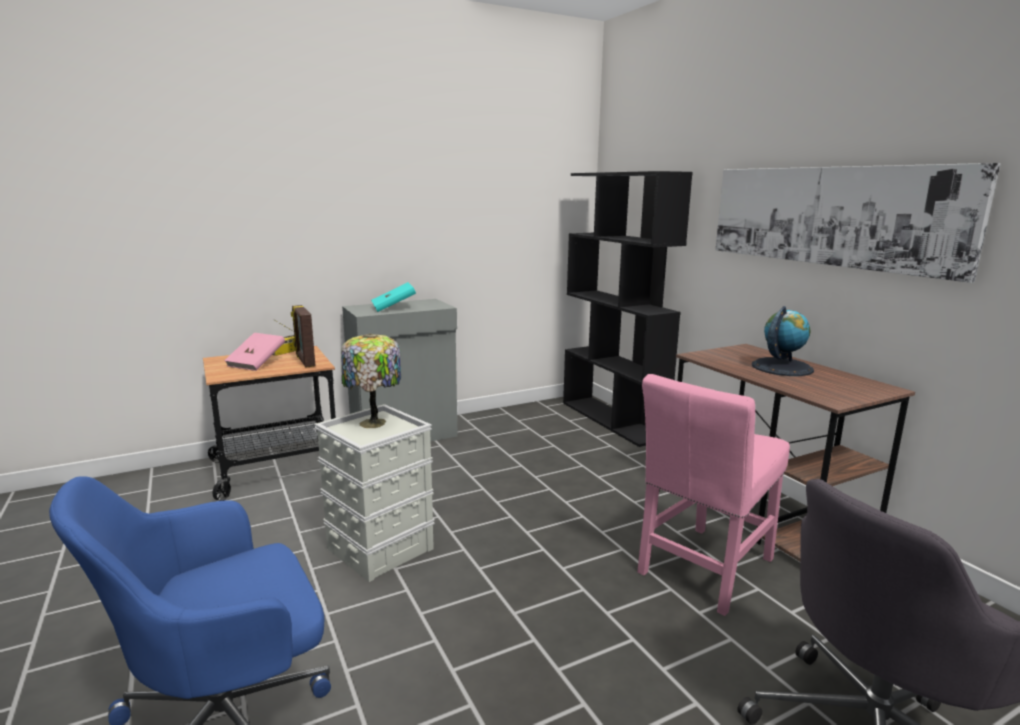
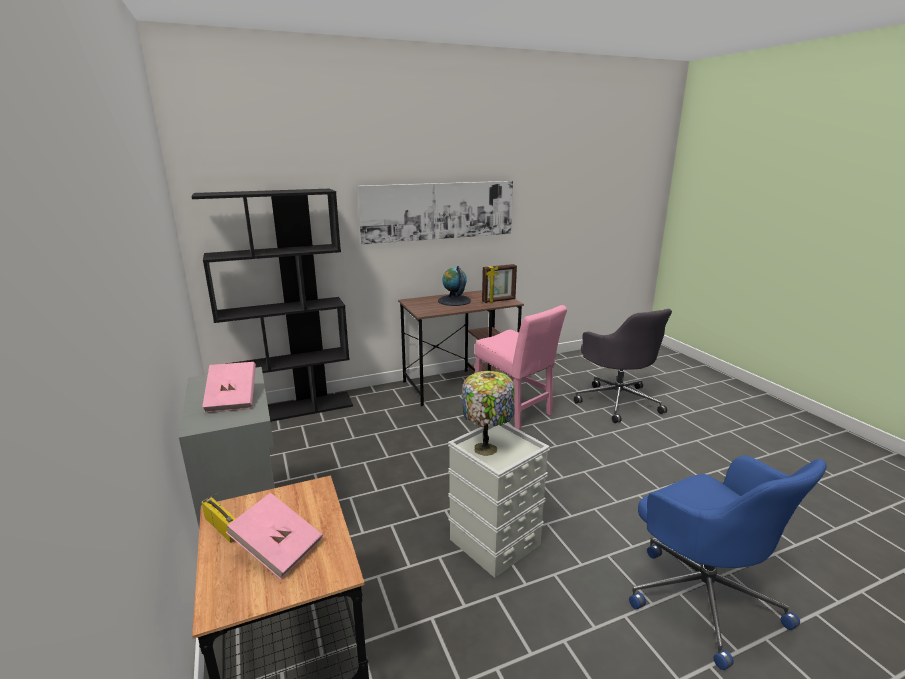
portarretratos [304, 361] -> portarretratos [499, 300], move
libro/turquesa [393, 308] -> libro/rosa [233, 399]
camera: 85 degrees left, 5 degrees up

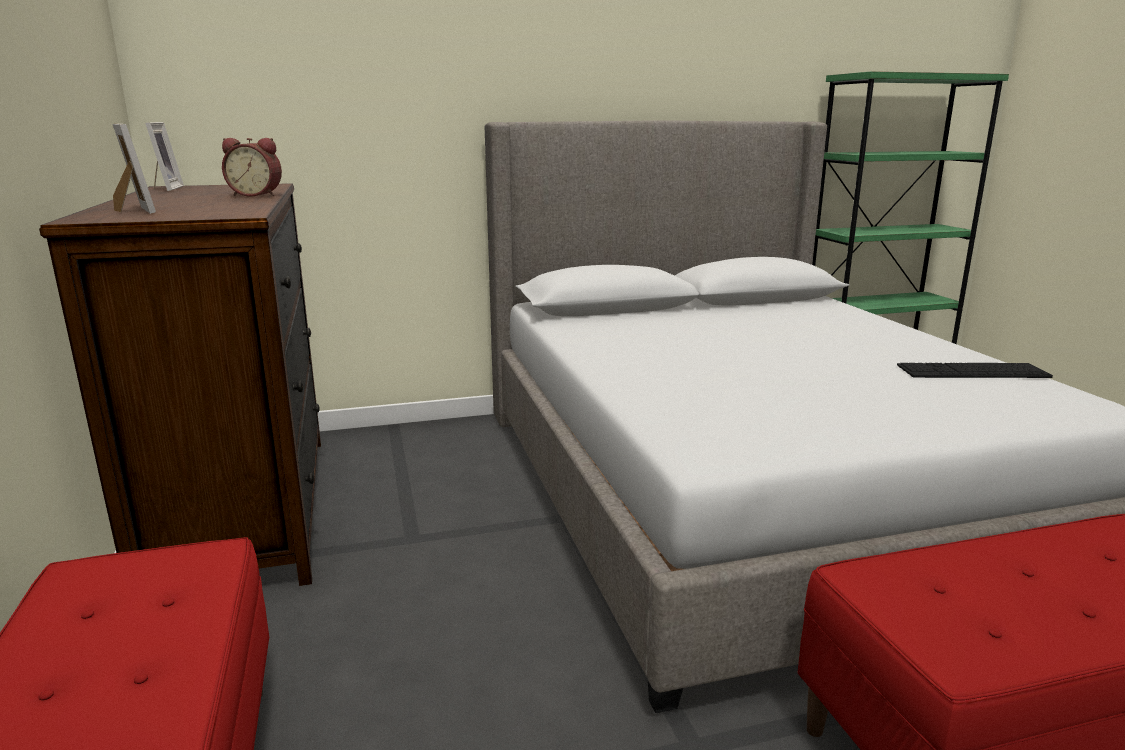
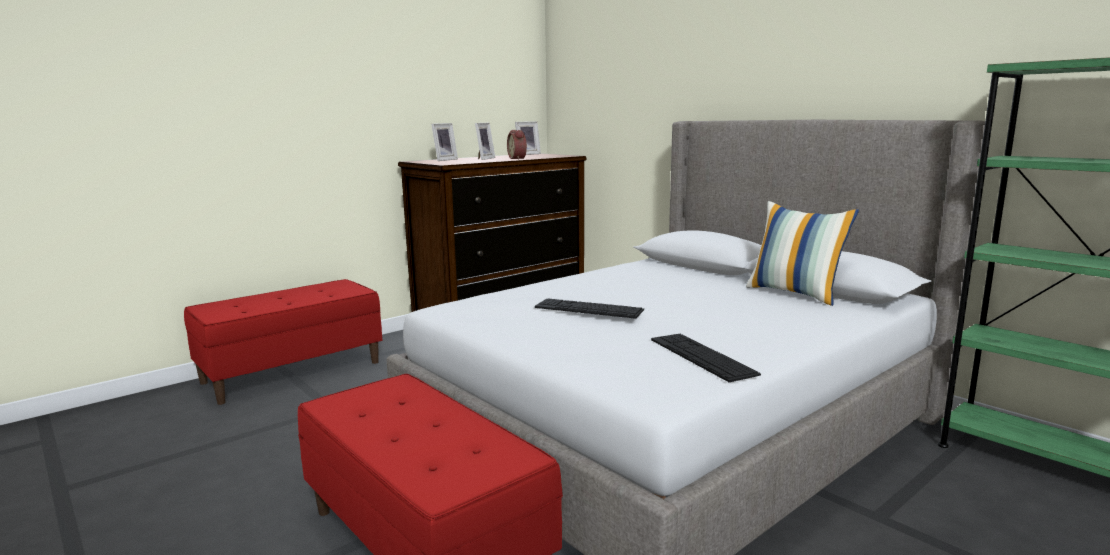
none -> portarretratos [483, 159]
none -> teclado [588, 309]
none -> cojín [795, 293]
camera: 65 degrees right, 5 degrees down

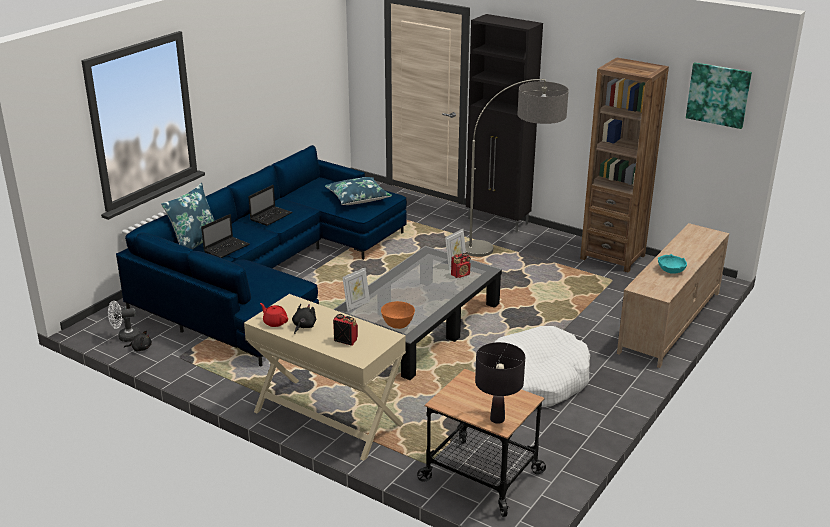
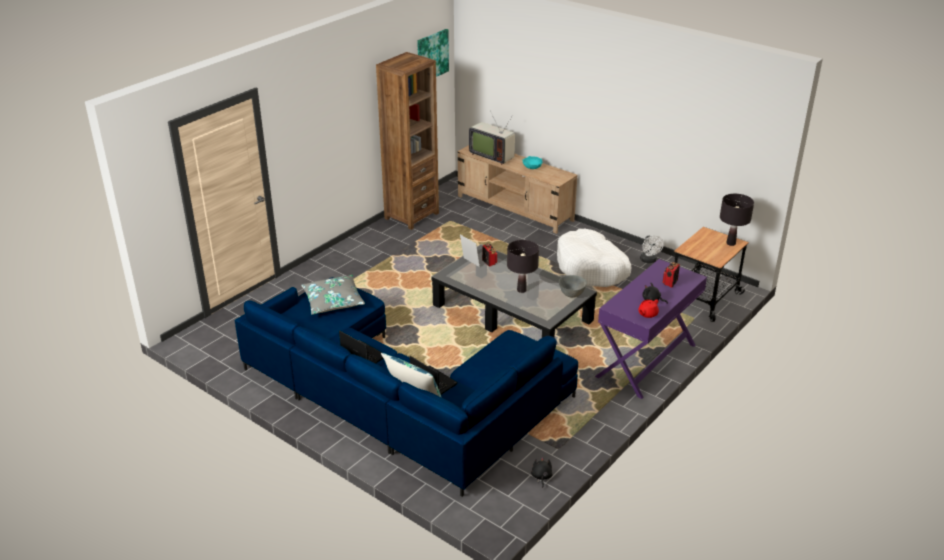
ventilador/blanco [125, 337] -> ventilador/blanco [649, 261], move
mesa consola/beis [327, 418] -> mesa consola/morado [646, 361]
cojín/azul [358, 198] -> cojín/gris [333, 301]
portarretratos [356, 305] -> none
cuenco/naranja [398, 325] -> cuenco/gris [571, 294]
lámpara de pie [515, 249] -> none
armario/negro [498, 221] -> none
none -> televisor [492, 155]
none -> lámpara de mesa/negro [521, 290]
camera: 85 degrees left, 5 degrees up

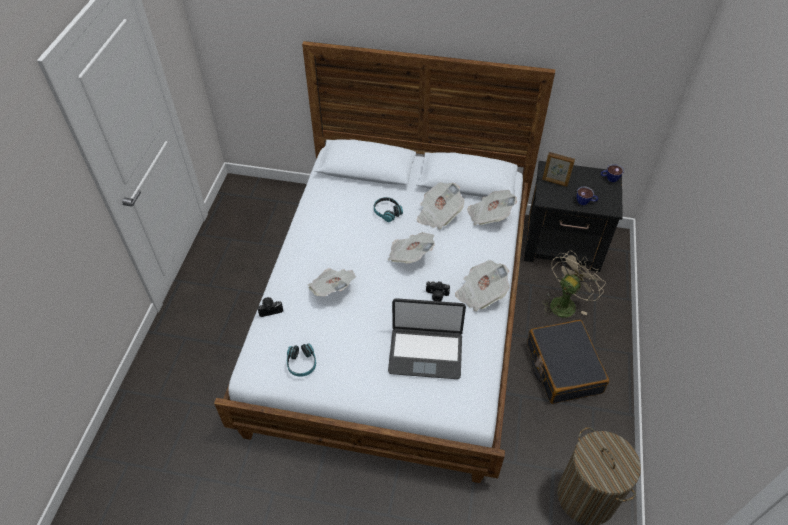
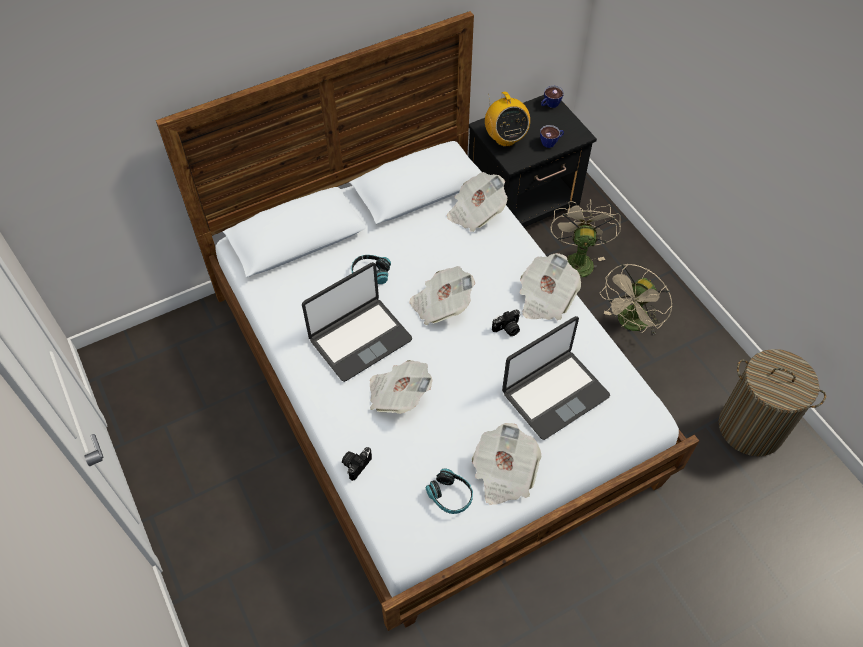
periódico [438, 214] -> periódico [503, 473], move
maleta/negro [563, 367] -> ventilador/beis [630, 324]
portarretratos [555, 182] -> radio [505, 138]
none -> portátil [359, 339]
camera: 40 degrees left, 5 degrees up

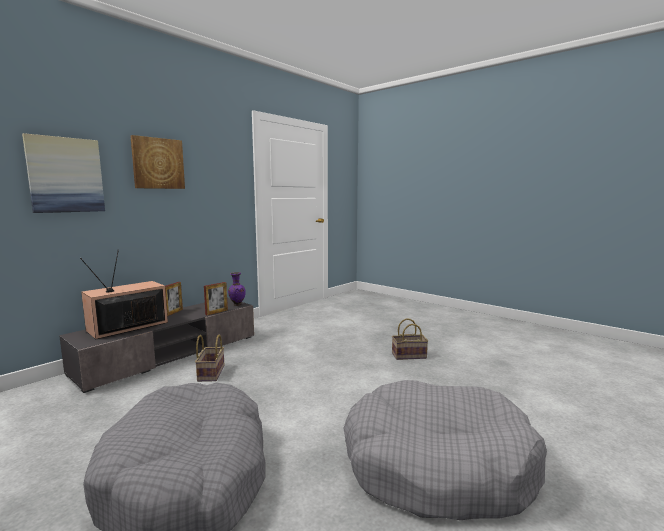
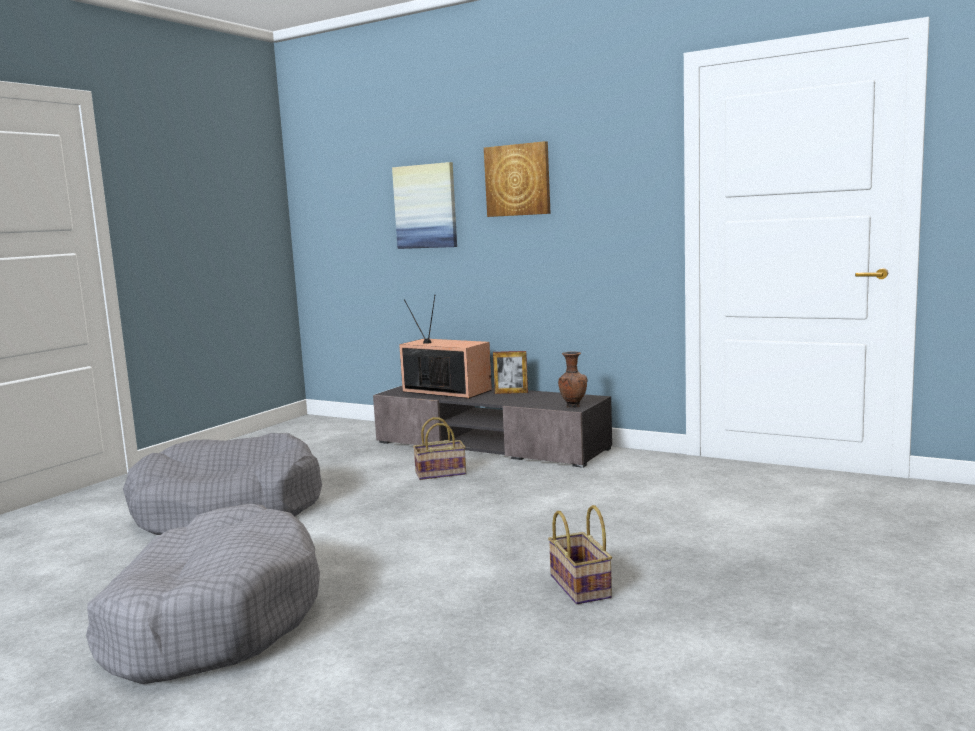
portarretratos [216, 312] -> none
florero/morado [237, 305] -> florero/marrón [573, 406]
camera: 80 degrees right, 0 degrees up

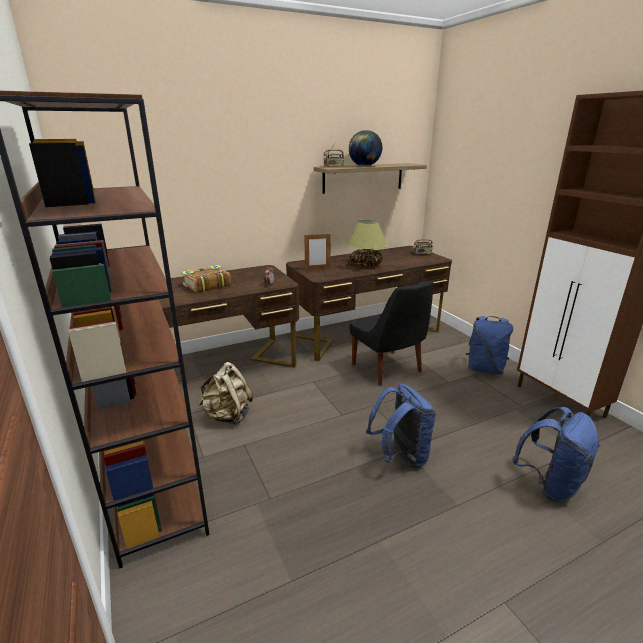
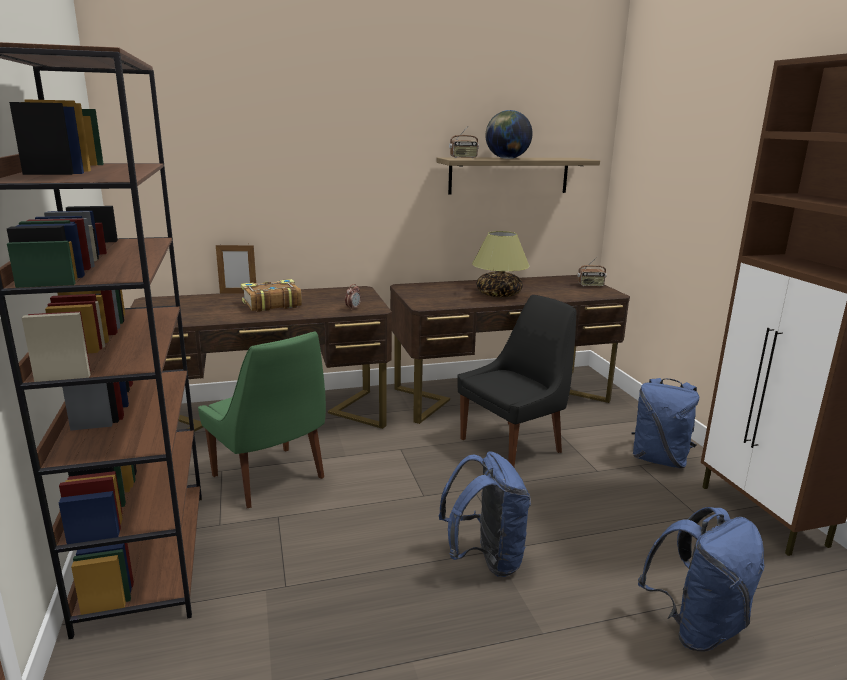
mochila/beis [228, 416] -> silla/verde [270, 479]
portarretratos [317, 268] -> portarretratos [238, 293], move
silla/negro [388, 369] -> silla/negro [513, 444], 105 degrees counterclockwise
camera: 10 degrees right, 5 degrees down

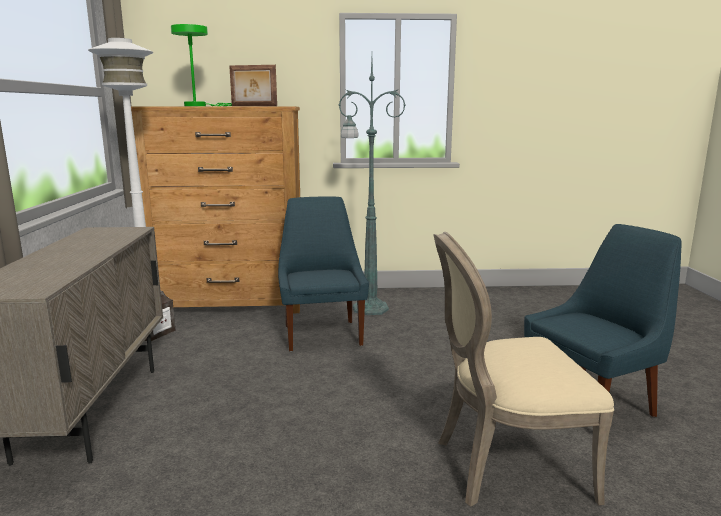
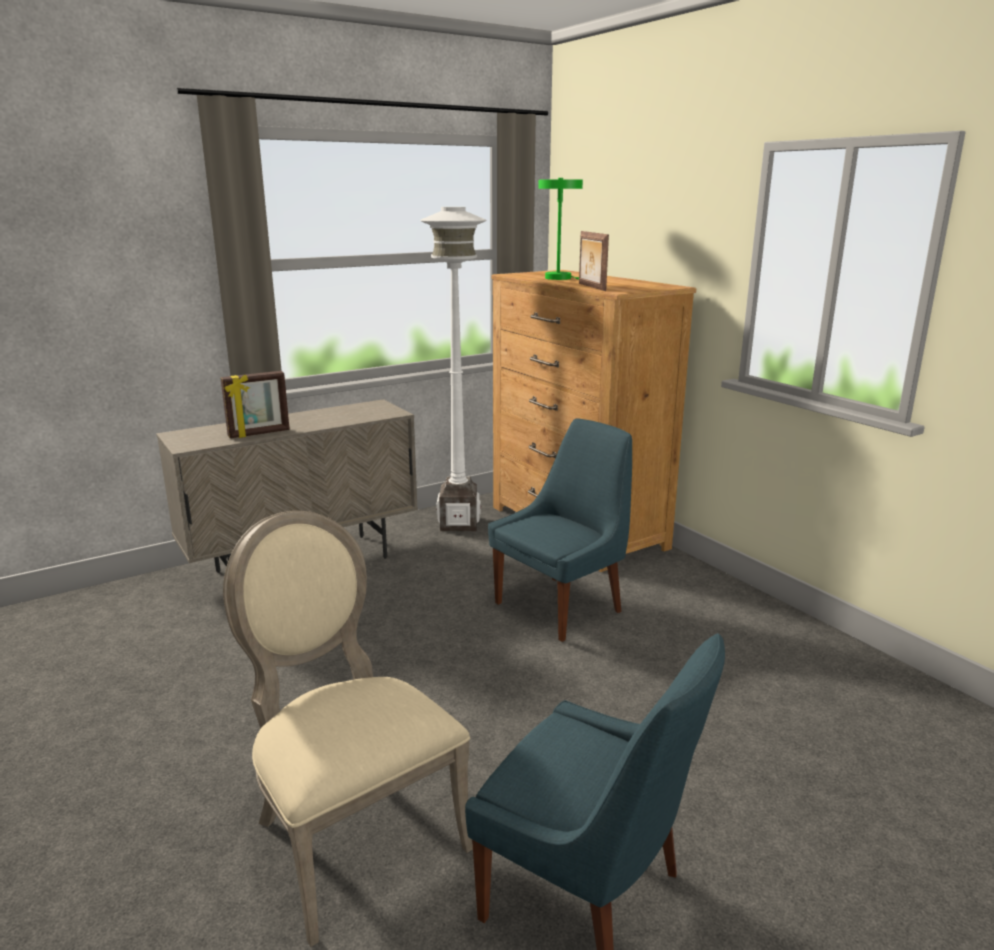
lámpara de pie/verde [368, 308] -> none
none -> portarretratos [259, 434]
camera: 60 degrees right, 5 degrees up

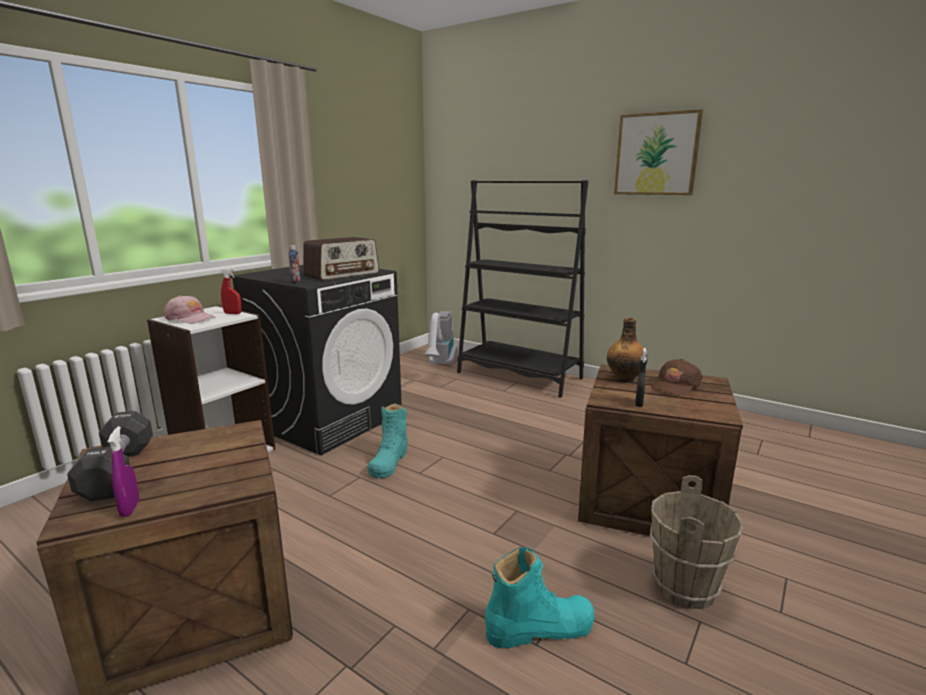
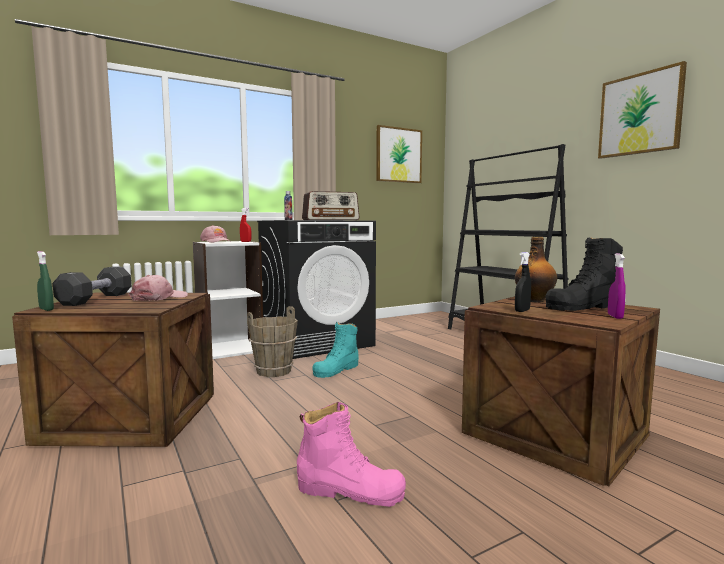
pulverizador/morado [130, 508] -> pulverizador/morado [615, 316], move
aspiradora [441, 365] -> none
bota/turquesa [539, 628] -> bota/rosa [350, 491]
cubo/marrón [685, 588] -> cubo/marrón [274, 371], move
gorra/marrón [675, 386] -> bota/negro [583, 307]
none -> pulverizador/verde [46, 309]
none -> gorra/rosa [159, 298]
none -> cuadro [398, 155]
camera: 25 degrees right, 10 degrees down

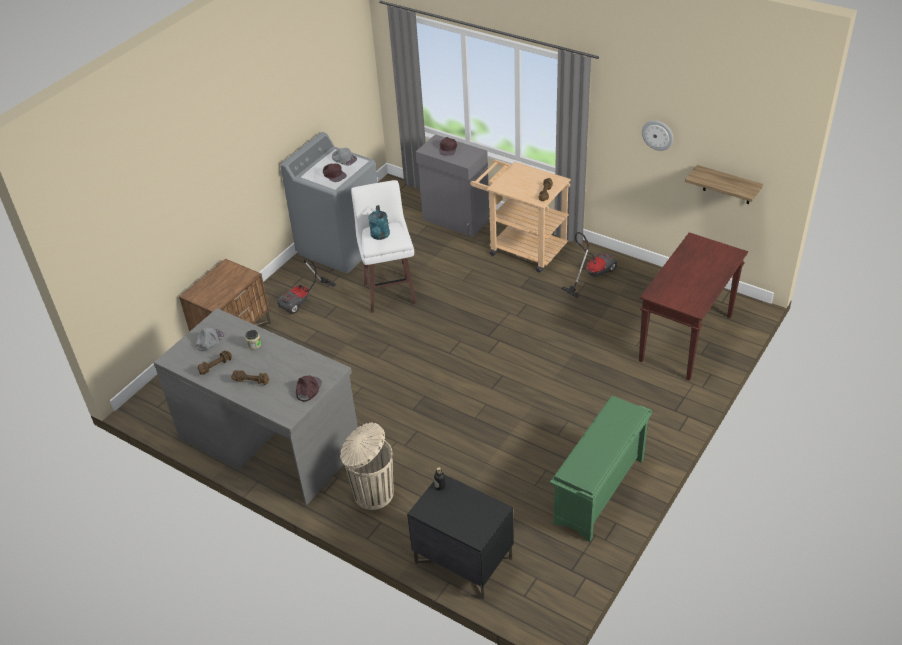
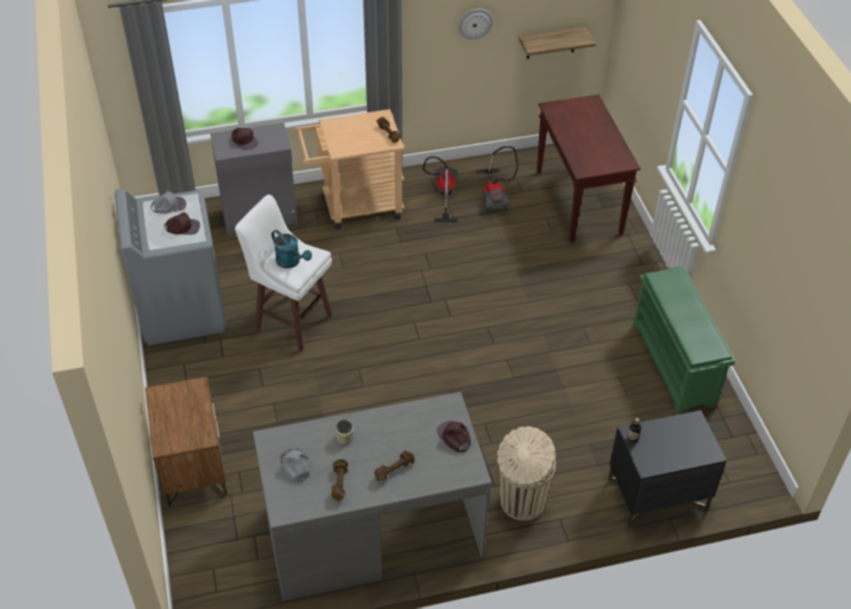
aspiradora [304, 300] -> aspiradora [495, 196], move
camera: 50 degrees left, 5 degrees up

